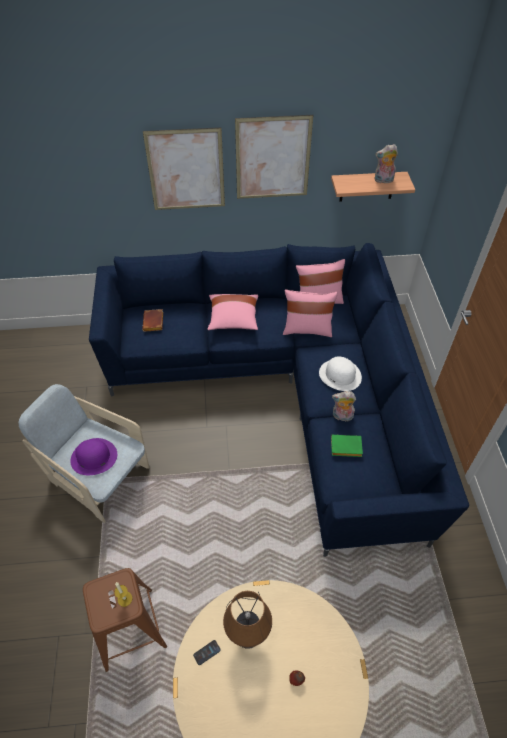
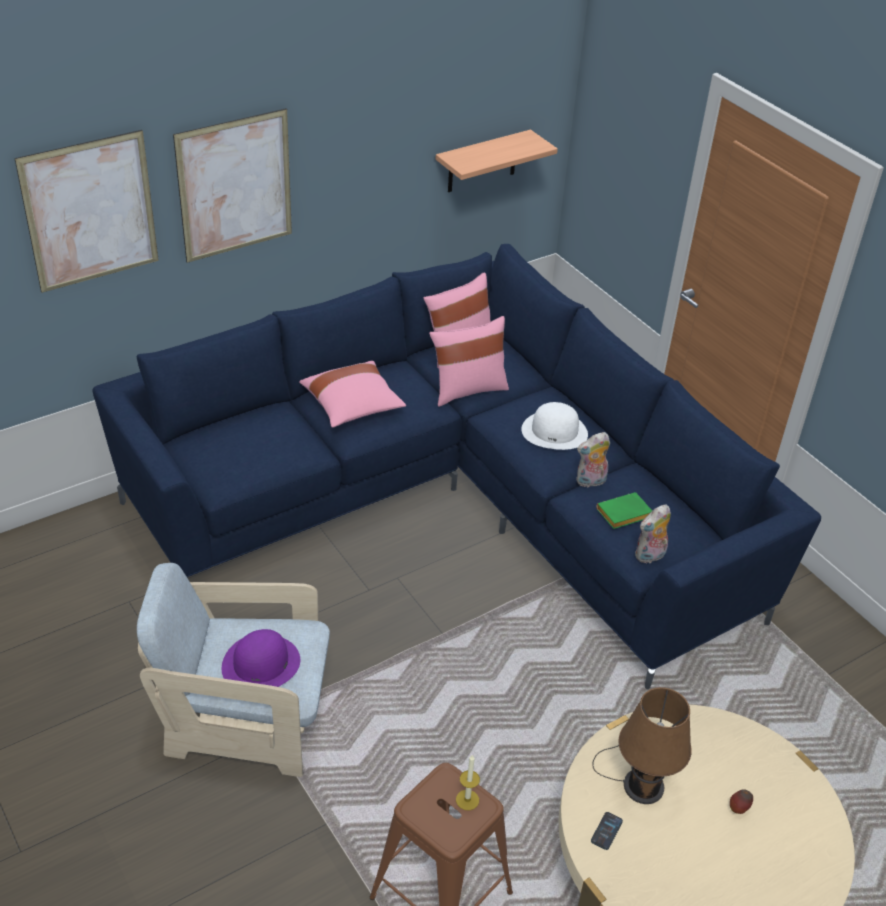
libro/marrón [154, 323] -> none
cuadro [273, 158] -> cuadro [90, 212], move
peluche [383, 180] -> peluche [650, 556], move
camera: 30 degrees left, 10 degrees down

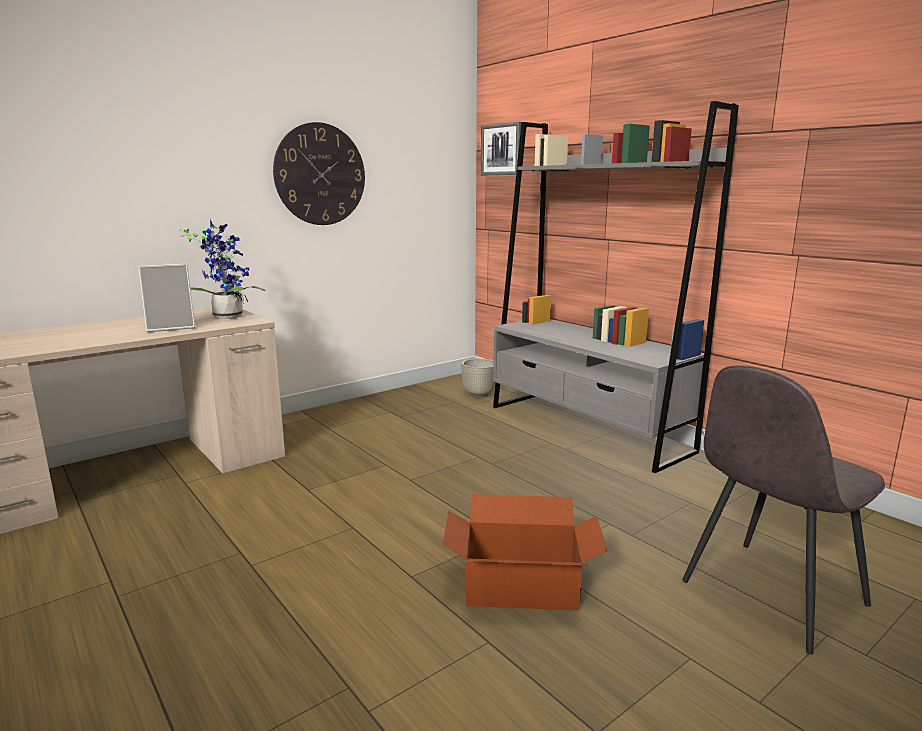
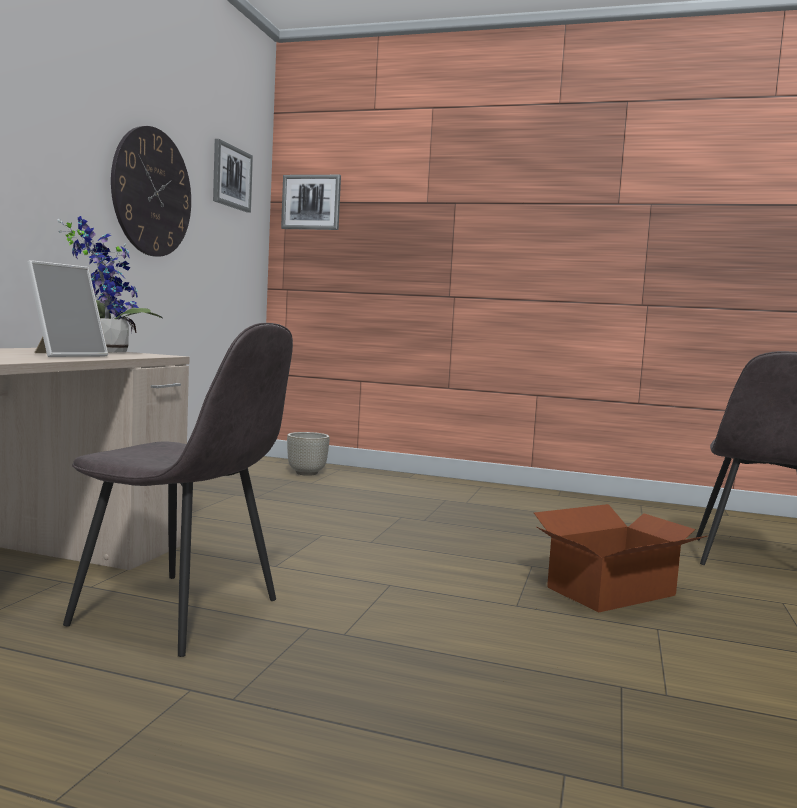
estantería/gris [586, 428] -> none
none -> silla/gris [181, 613]
none -> cuadro [231, 177]
camera: 35 degrees left, 10 degrees down

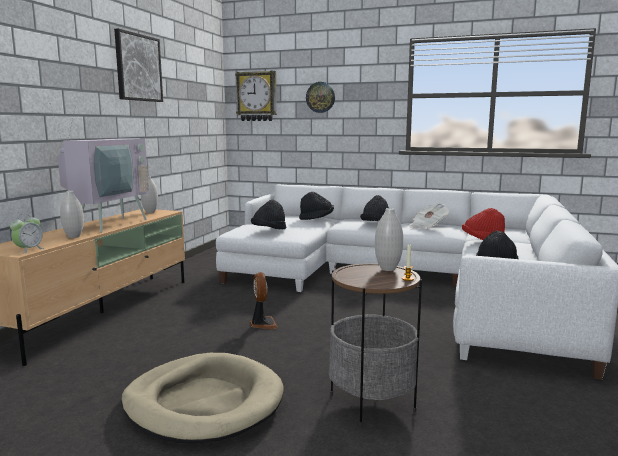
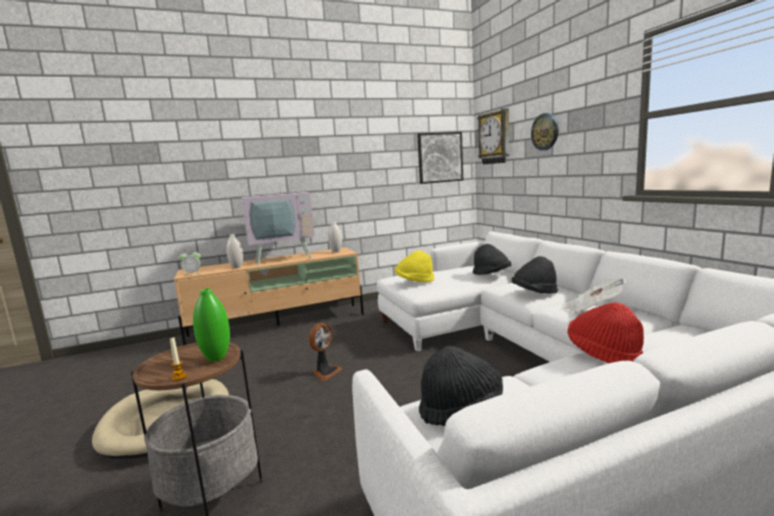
cuadro [138, 68] -> cuadro [440, 157], move
sombrero/negro [269, 230] -> sombrero/amarillo [414, 281]
florero/blanco [388, 269] -> florero/verde [216, 358]
camera: 50 degrees right, 0 degrees up

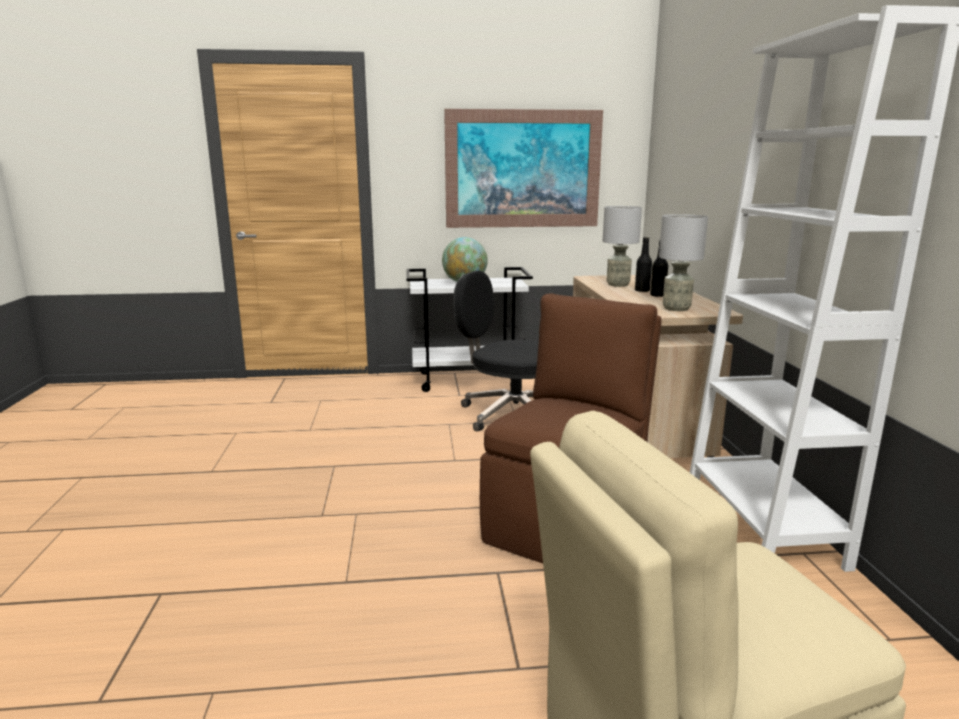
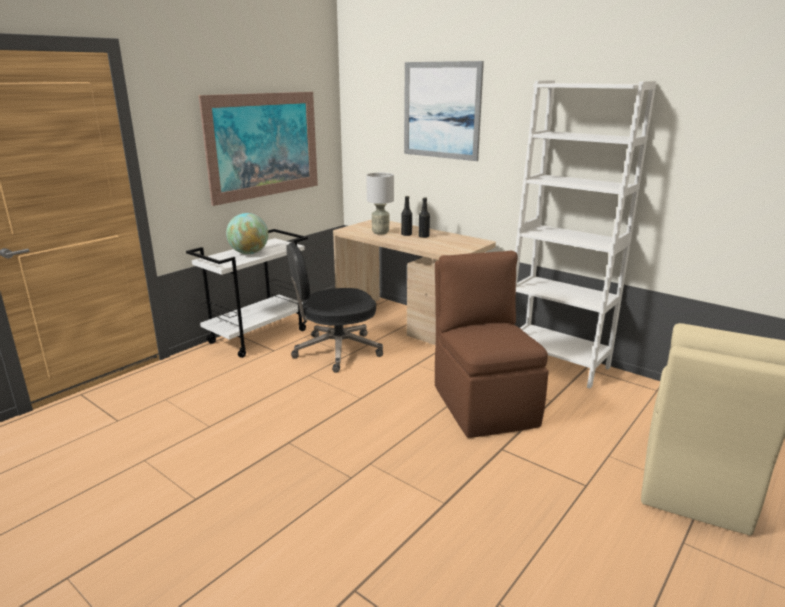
lámpara de mesa/gris [676, 309] -> none
none -> cuadro [441, 110]
camera: 45 degrees left, 5 degrees up

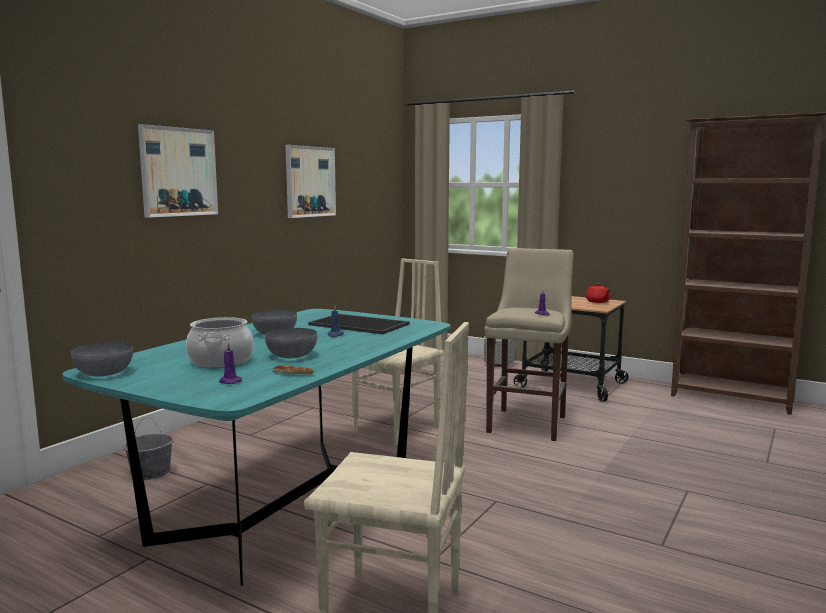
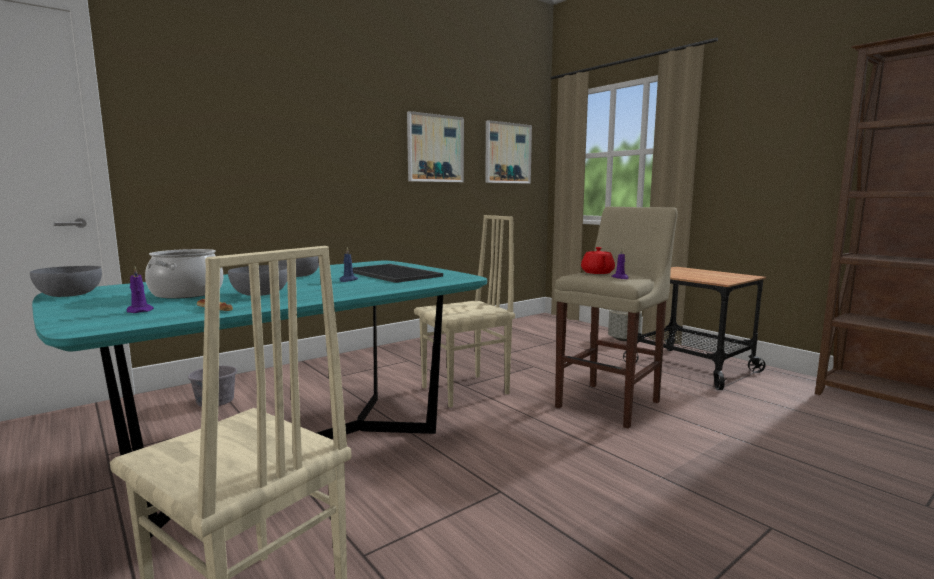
cuadro [178, 172] -> cuadro [507, 153], move
tetera/rojo [598, 302] -> tetera/rojo [597, 273], move
camera: 20 degrees right, 0 degrees up

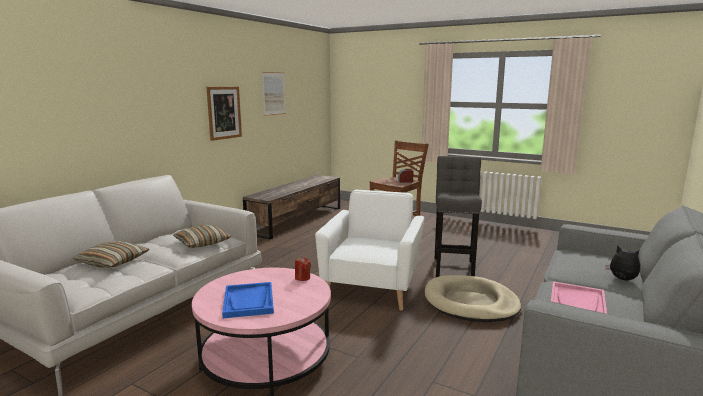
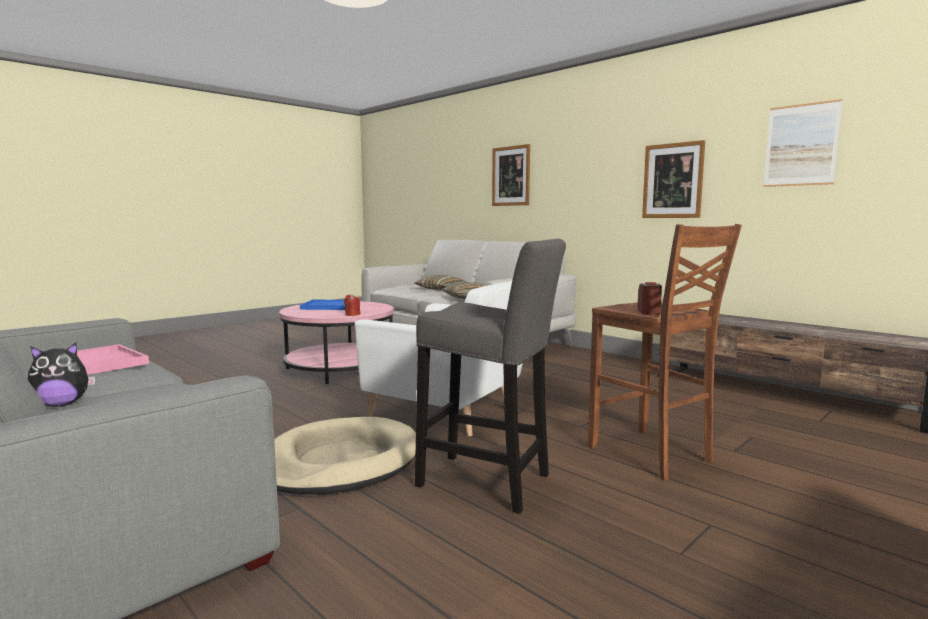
none -> cuadro [511, 176]
camera: 105 degrees right, 5 degrees down

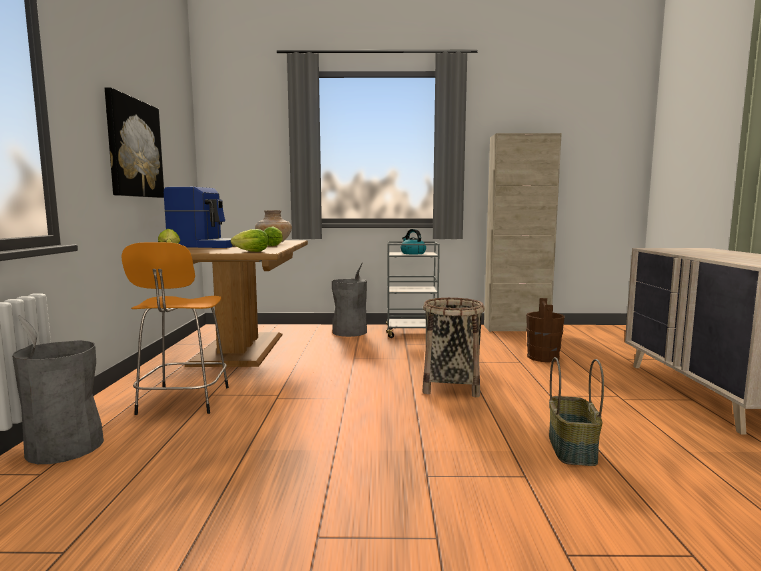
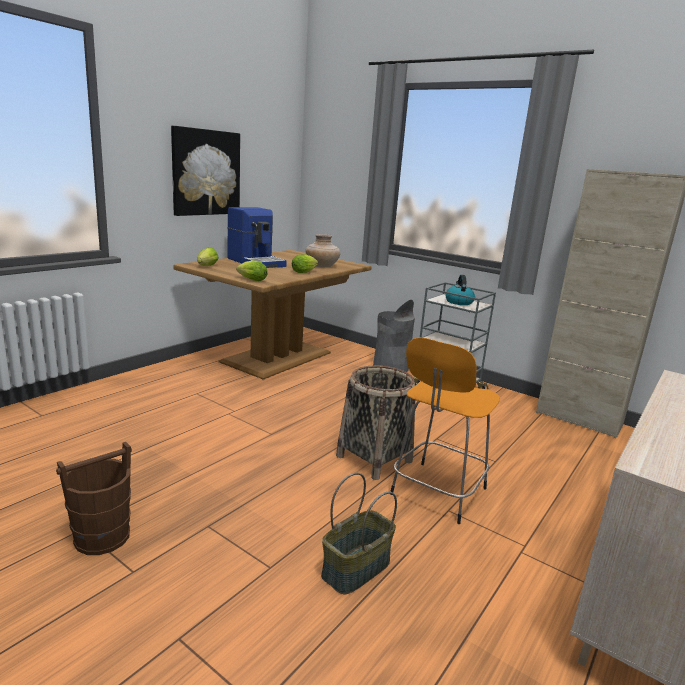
papelera/gris [65, 447] -> none
taburete/naranja [183, 401] -> taburete/naranja [437, 493], move
cubo/marrón [543, 357] -> cubo/marrón [103, 537], move
camera: 35 degrees right, 10 degrees up

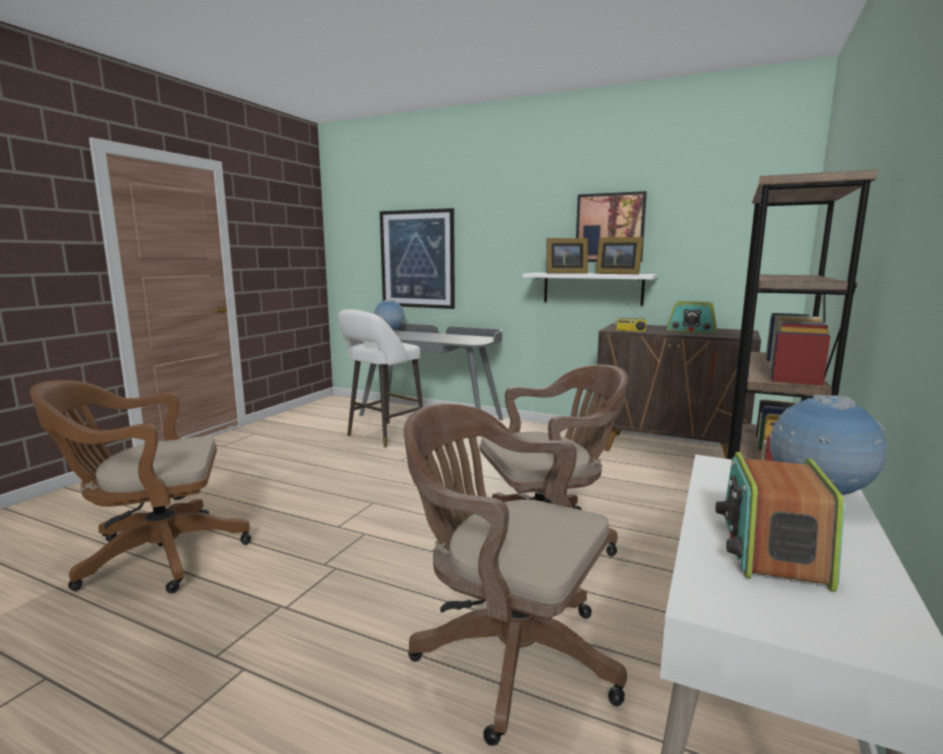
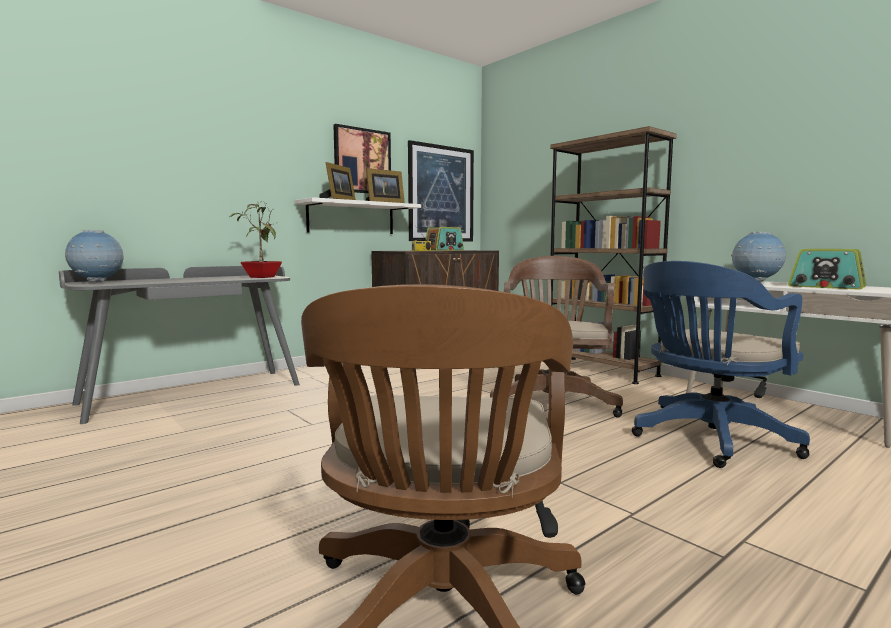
taburete/blanco [383, 435] -> none
cuadro [417, 259] -> cuadro [441, 194], move
silla de oficina/marrón [506, 653] -> silla de oficina/azul [708, 440]
none -> planta en maceta [260, 277]
camera: 65 degrees left, 5 degrees down

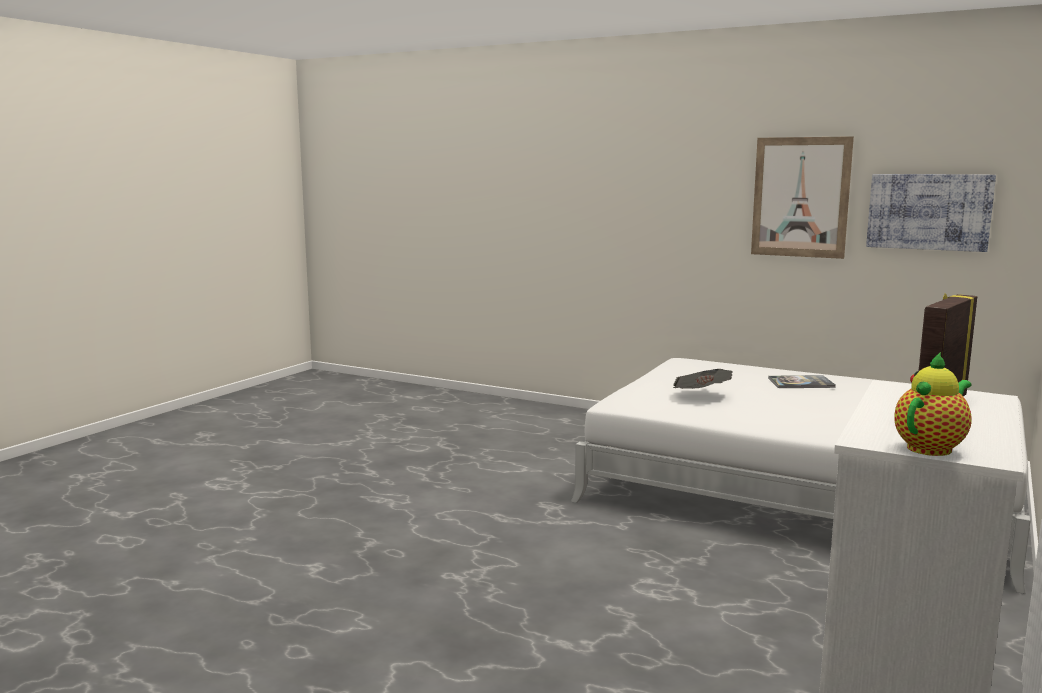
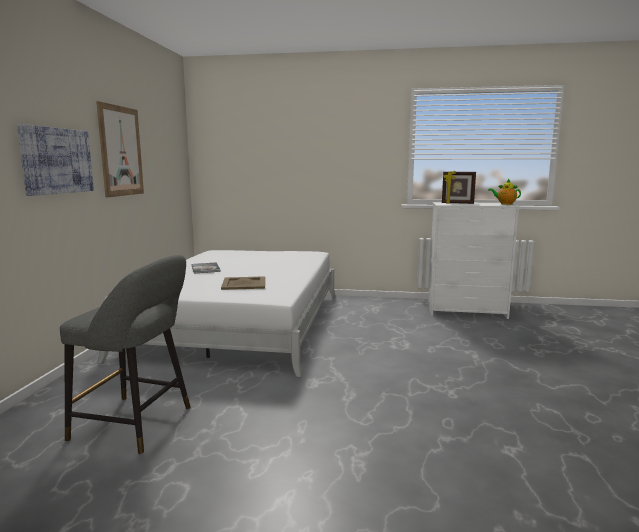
periódico [701, 395] -> bandeja/beis [243, 283]
cuadro [928, 211] -> cuadro [57, 161], move
none -> taburete/gris [138, 424]
camera: 110 degrees left, 0 degrees up

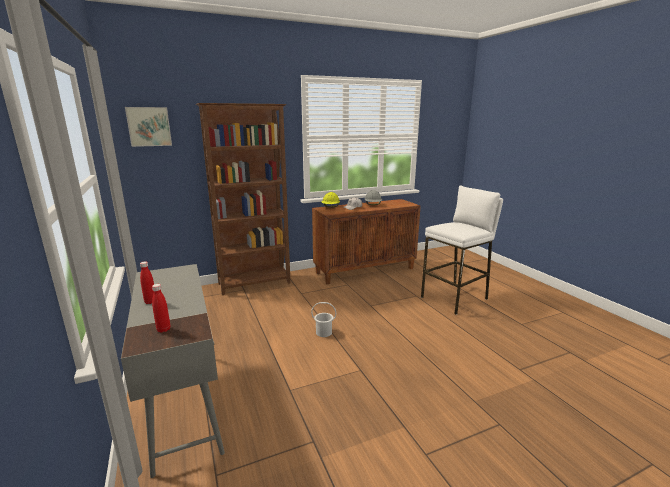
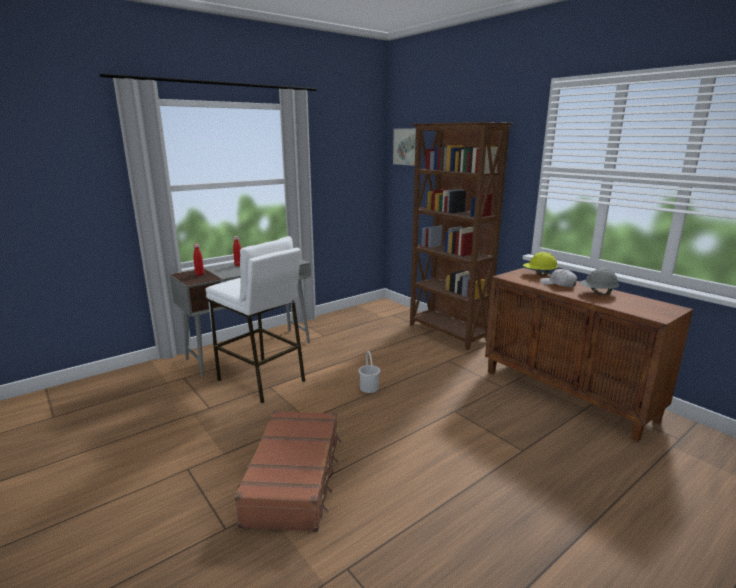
taburete/blanco [455, 298] -> taburete/blanco [261, 380], move
none -> maleta/marrón [295, 478]
camera: 75 degrees right, 0 degrees up

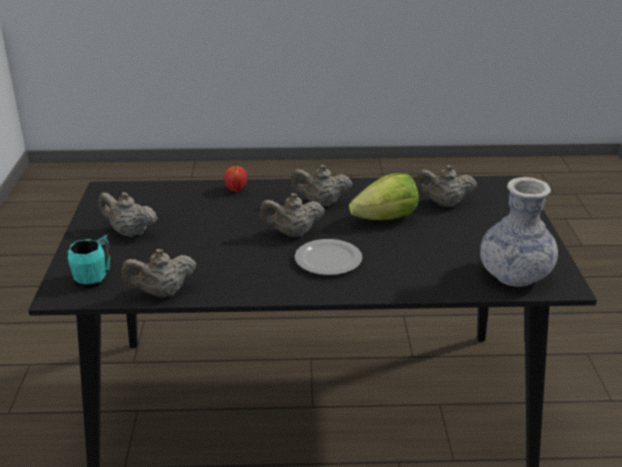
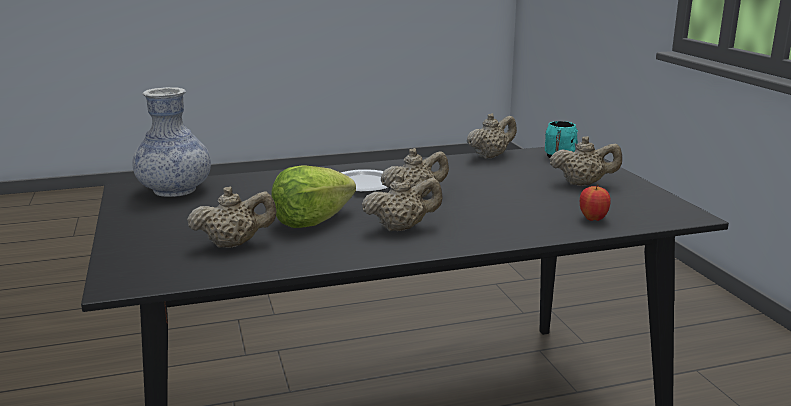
manzana [236, 190] -> manzana [593, 219], move
camera: 165 degrees right, 10 degrees down

